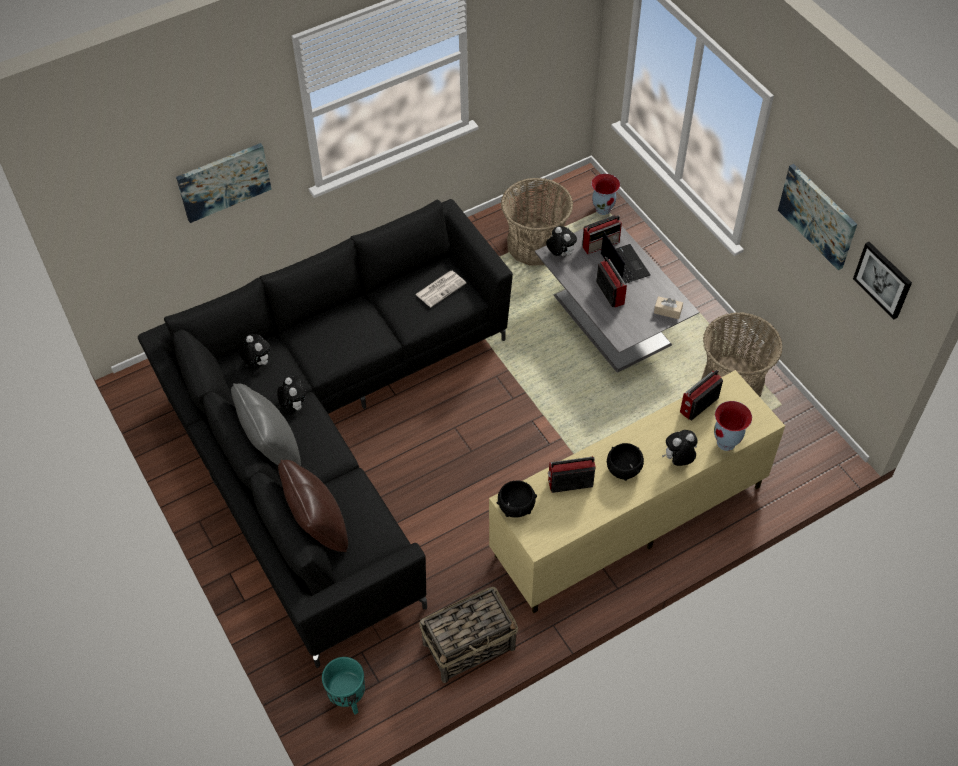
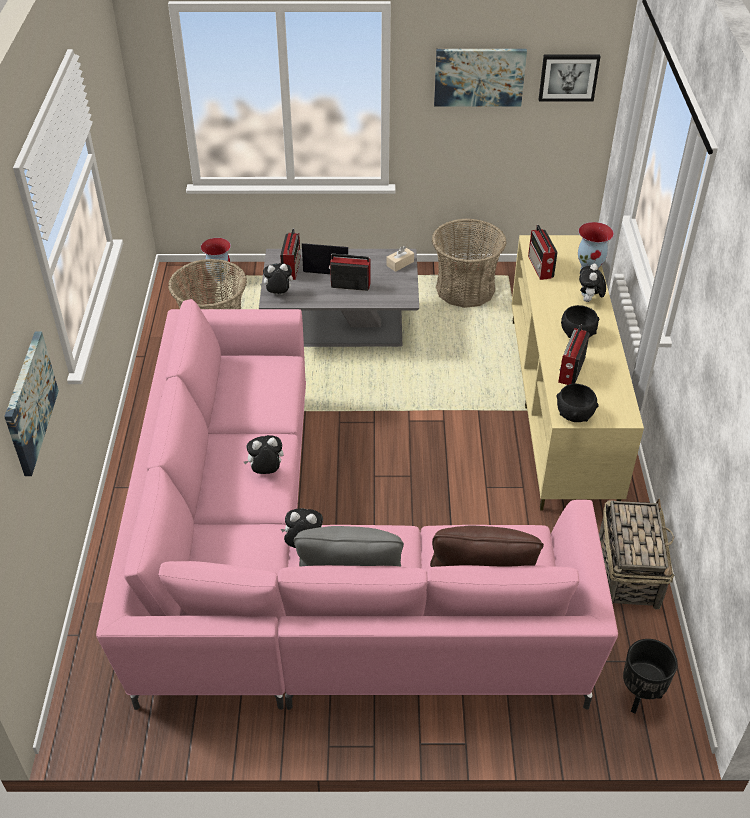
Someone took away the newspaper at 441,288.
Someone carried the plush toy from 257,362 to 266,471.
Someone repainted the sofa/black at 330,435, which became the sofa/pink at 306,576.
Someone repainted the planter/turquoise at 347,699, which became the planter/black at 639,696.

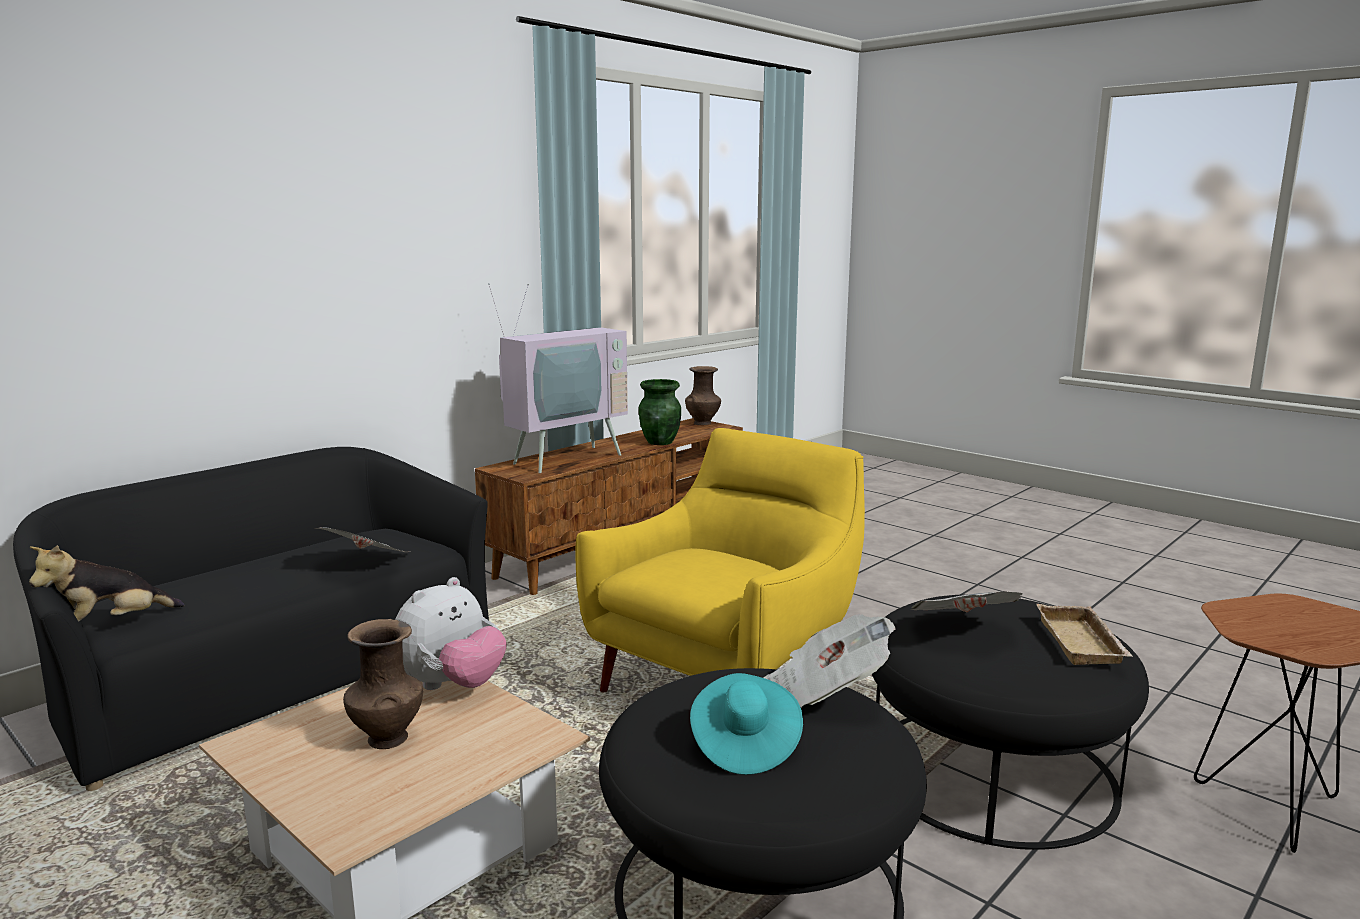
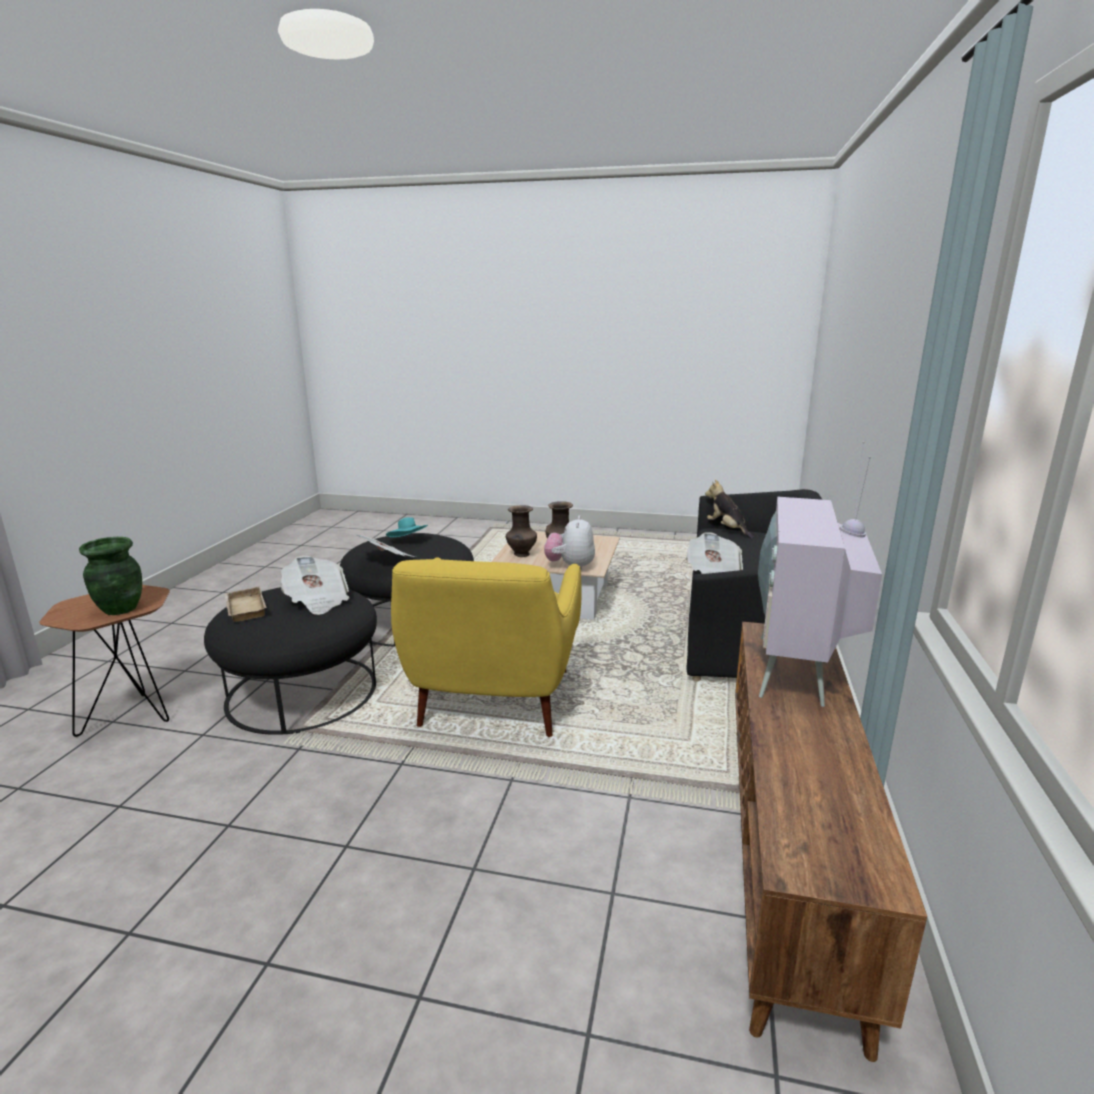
Someone carried the vase/green from 660,442 to 119,609.
Someone carried the vase/brown from 703,423 to 521,555.
Someone rotated the plush toy at 110,626 by 45 degrees counterclockwise.

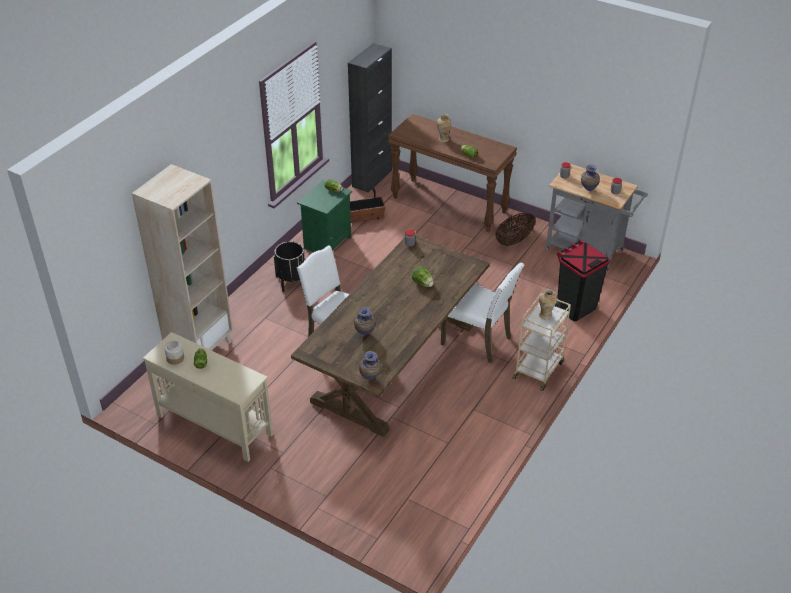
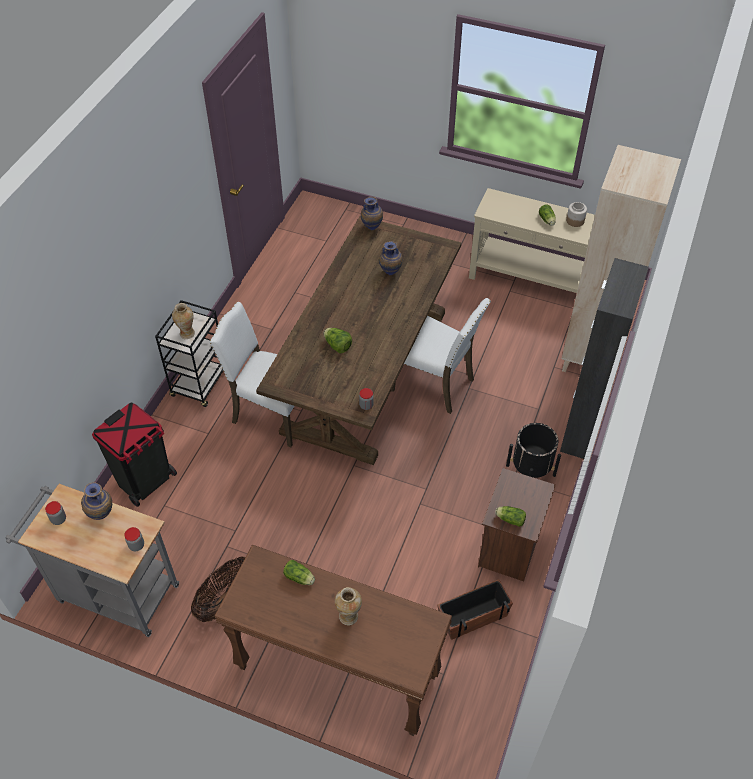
Someone carried the cabinet/black from 372,178 to 582,431.
Someone repainted the nightstand/green at 326,243, which became the nightstand/brown at 510,550.
Someone repainted the cart/beige at 538,369, which became the cart/black at 200,384.

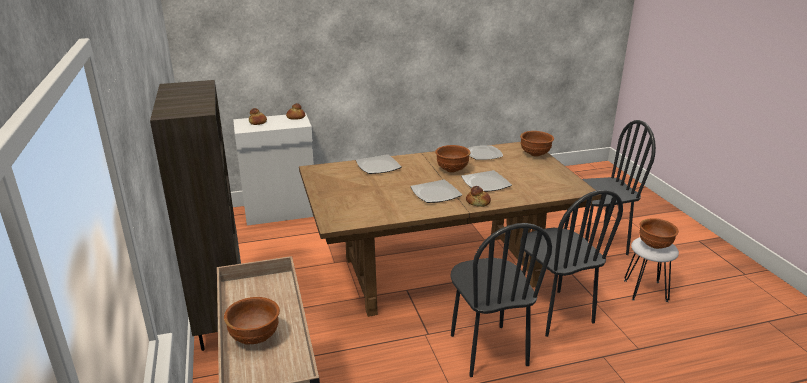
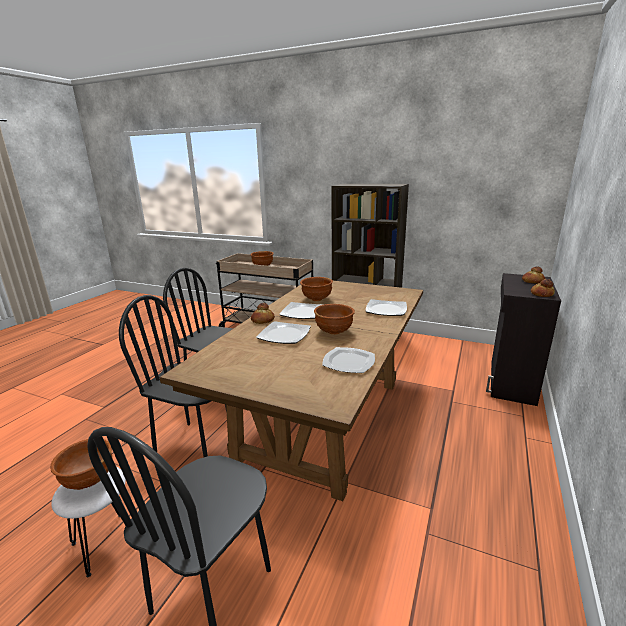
Someone carried the bowl/brown from 535,154 to 316,299.
Someone repainted the cabinet/white at 281,212, which became the cabinet/black at 510,382.

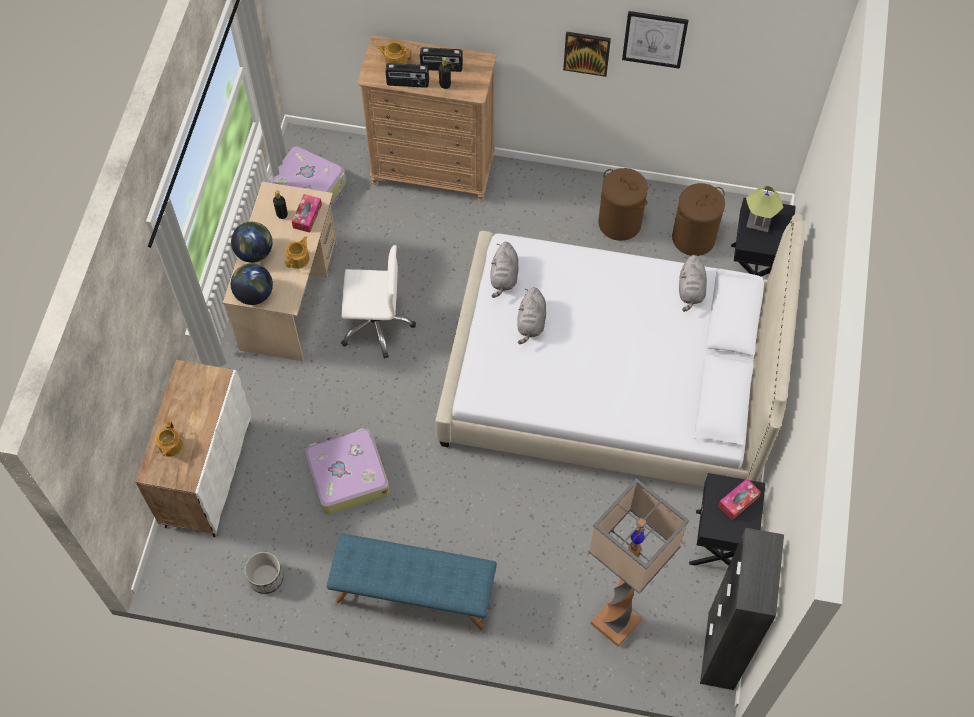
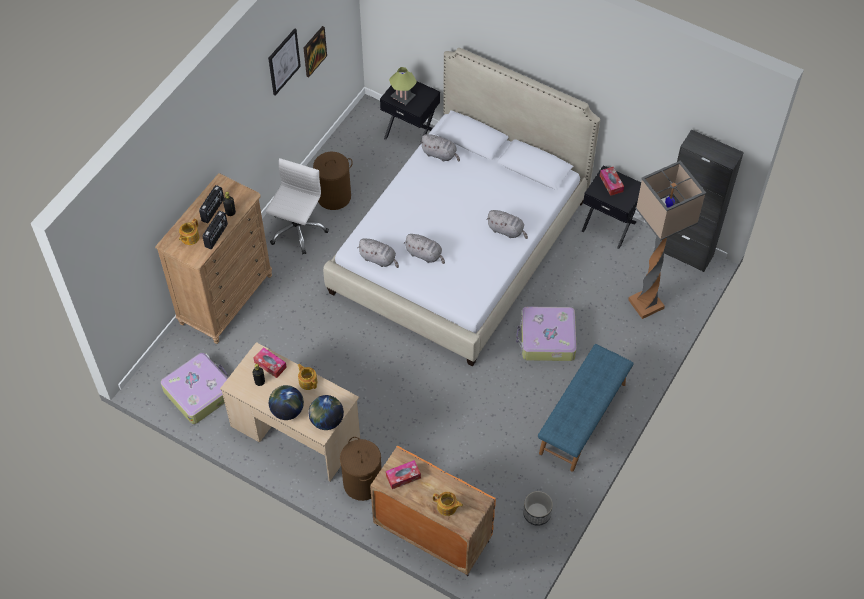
Someone put down the tissue box at 403,477.
Someone put down the plush toy/grey at 506,230.
Someone carried the suitcase from 347,476 to 546,339.
Someone carried the office chair/white from 376,325 to 297,230.
Someone carried the picture from 586,53 to 314,51.
Someone carried the laundry basket/brown from 693,238 to 362,483.
Someone repainted the cabinet/white at 207,473, which became the cabinet/orange at 431,533.

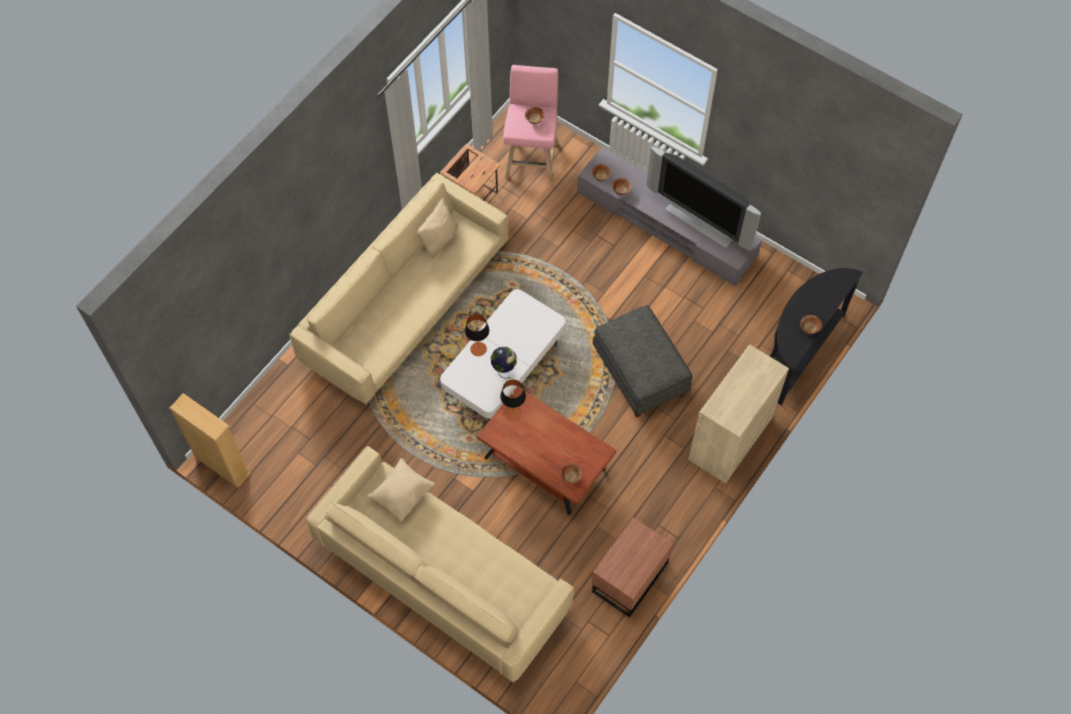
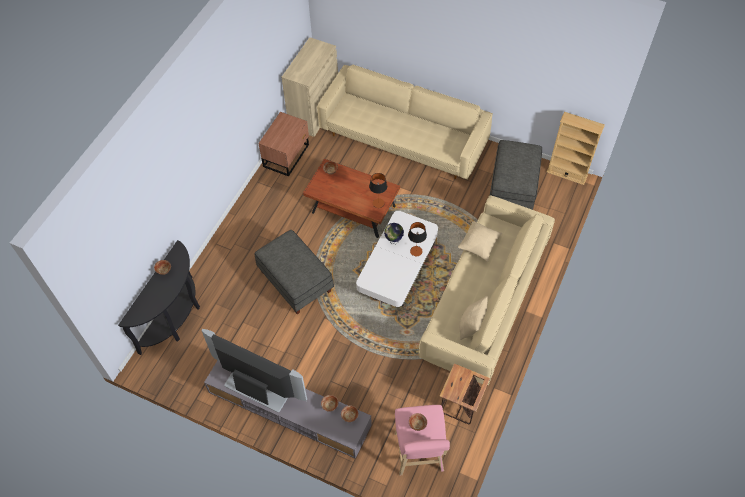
Someone put down the ottoman/grey at 513,187.
Someone carried the pillow/beige from 402,495 to 479,246.
Someone carried the cabinet/beige from 730,438 to 314,112.

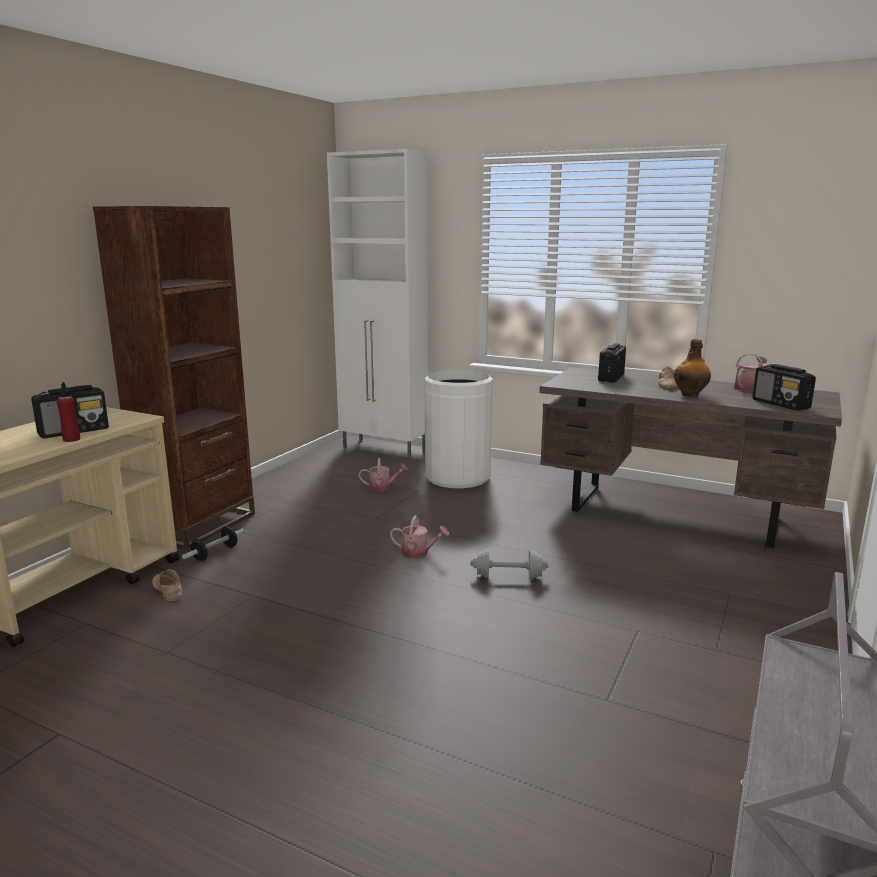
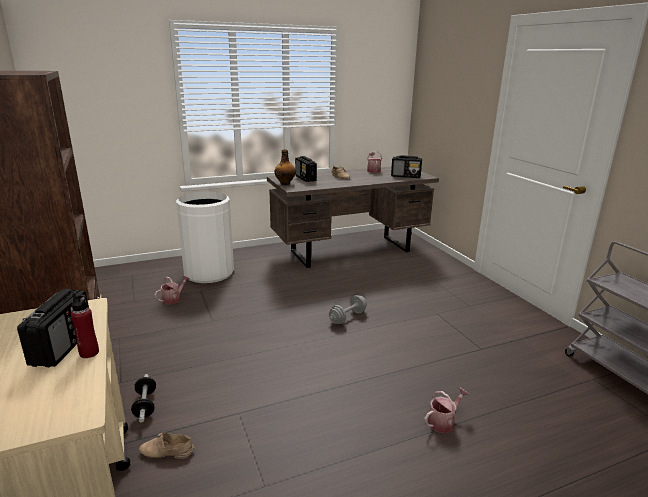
Someone took away the cabinet/white at 385,449.
Someone carried the watering can from 419,552 to 443,422.
Someone carried the bottle from 690,394 to 285,183.

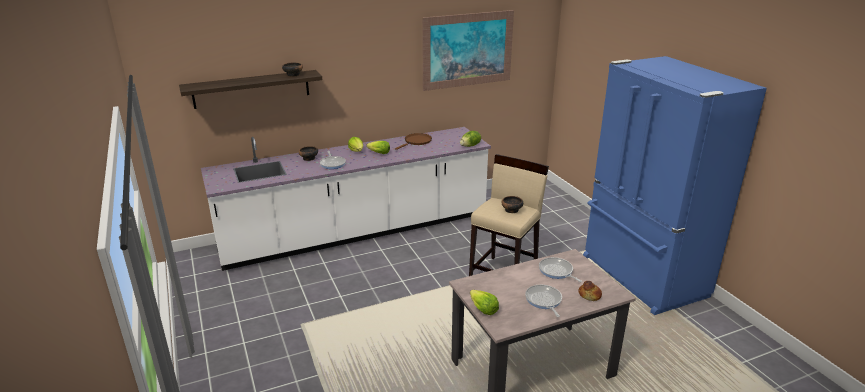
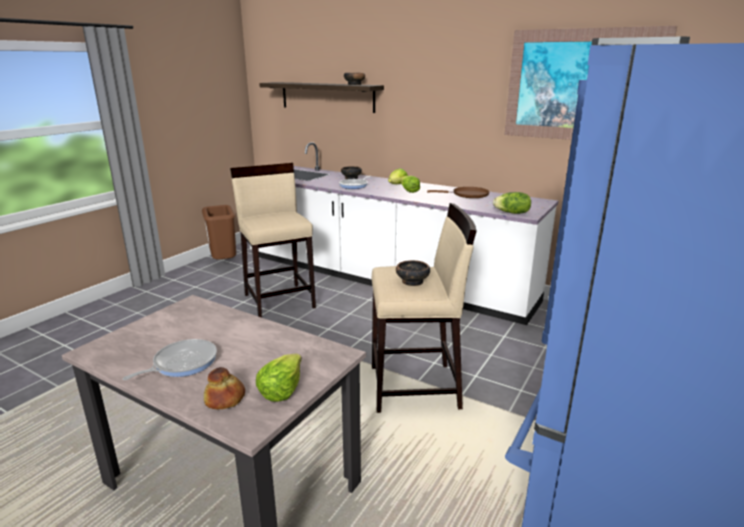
Someone took away the frying pan at 557,271.
Someone put down the trash can/brown at 223,263.
Someone put down the stool/beige at 279,300.
Someone carried the lettuce from 483,309 to 281,389.

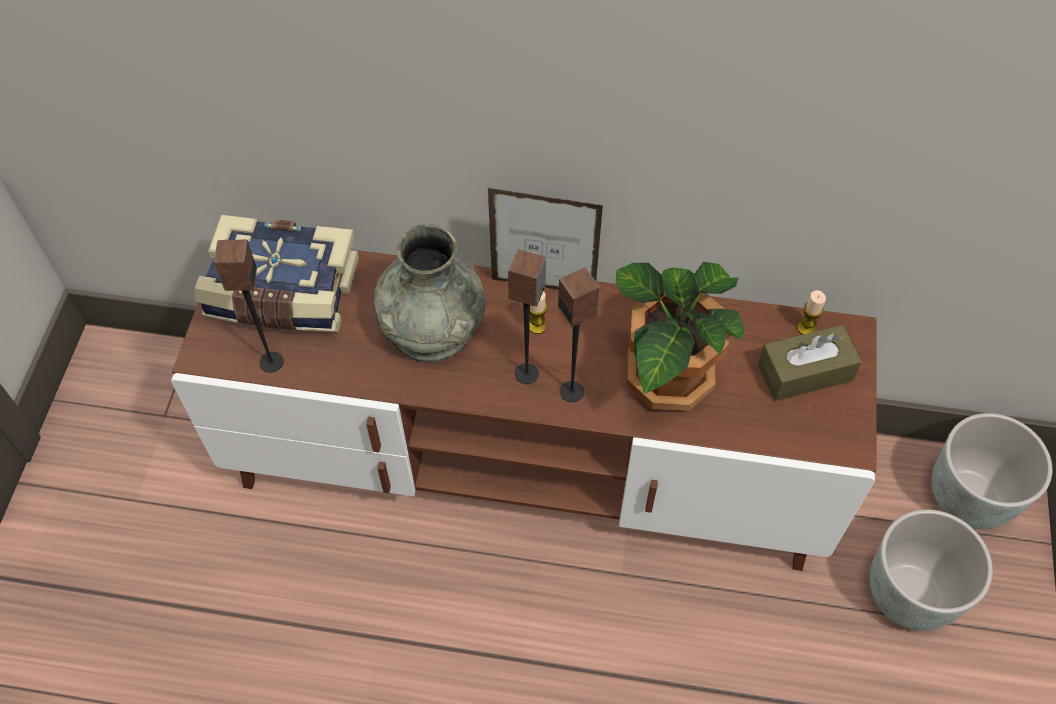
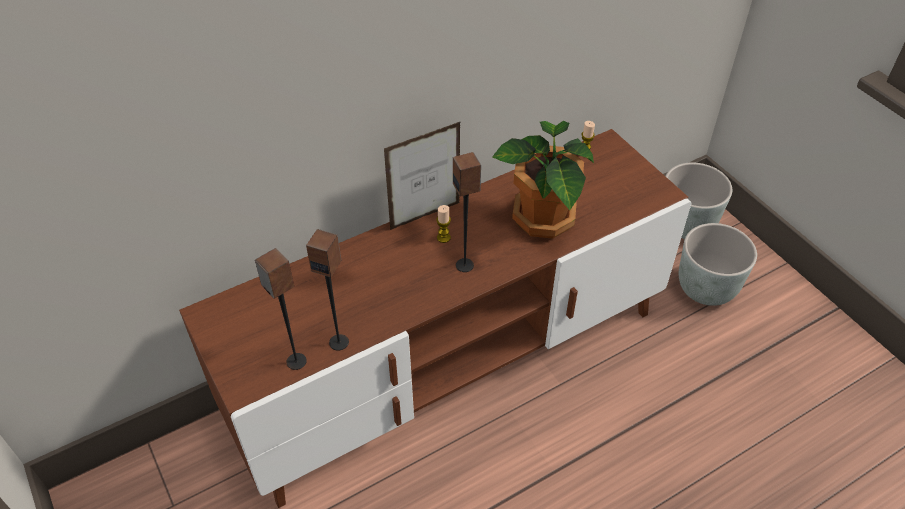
Someone took away the book at 282,294.
Someone took away the vase/grey at 431,325.
Someone took away the tissue box/brown at 804,372.
Someone carried the speaker from 572,391 to 339,342.

